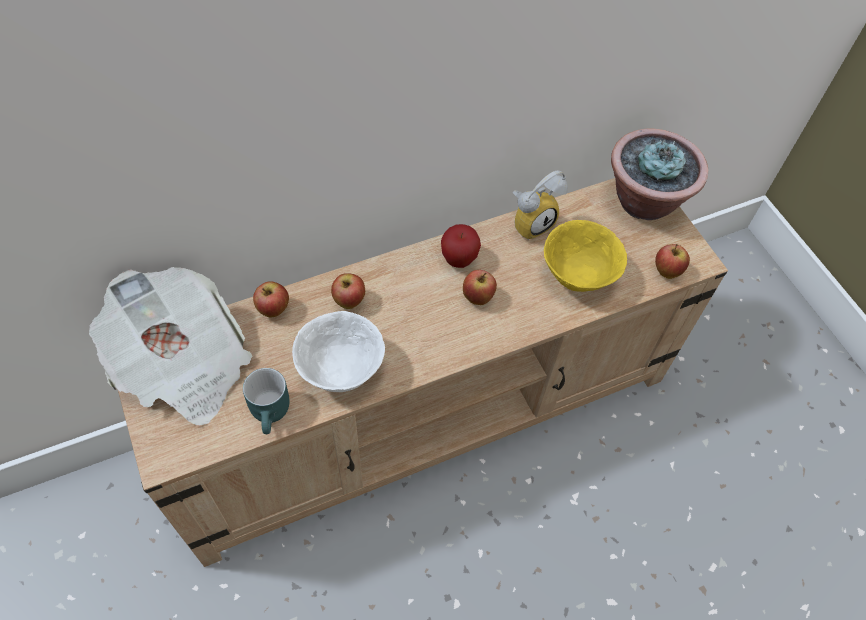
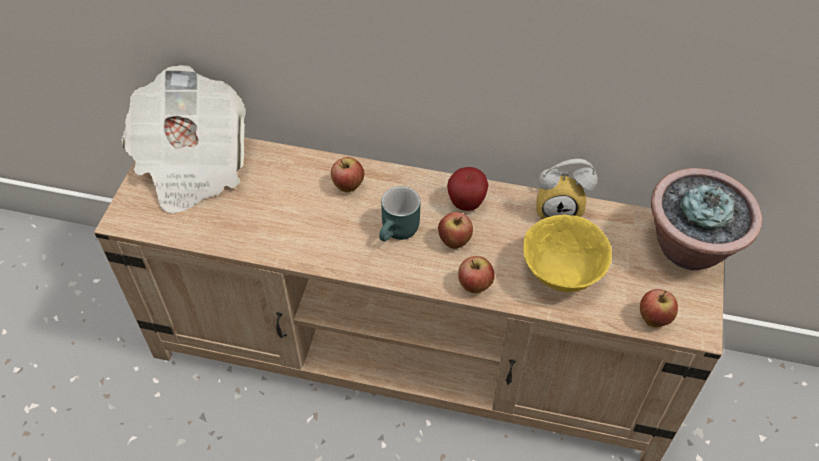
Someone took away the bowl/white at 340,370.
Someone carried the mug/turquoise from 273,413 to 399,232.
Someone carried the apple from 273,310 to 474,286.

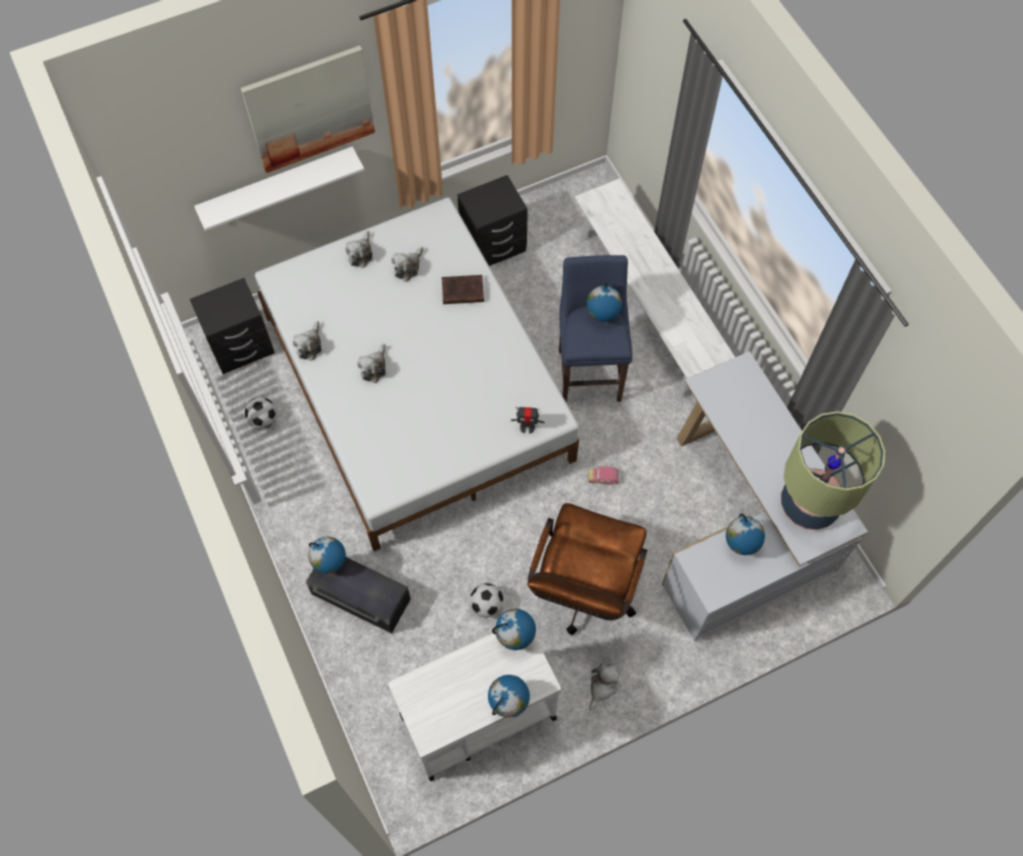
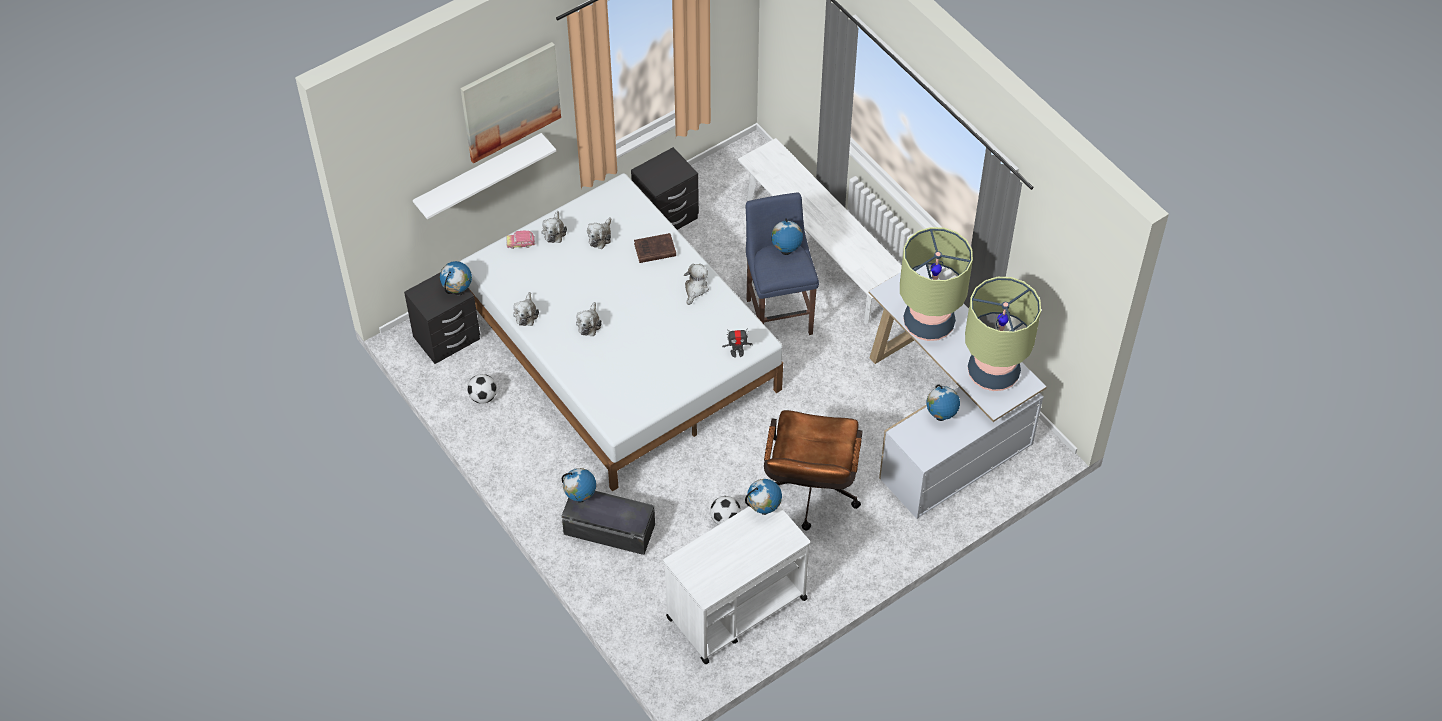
Someone put down the table lamp at 928,323.
Someone carried the globe from 509,703 to 458,291.
Someone carried the toy car from 603,478 to 520,243.
Someone carried the plush toy from 602,687 to 695,289.

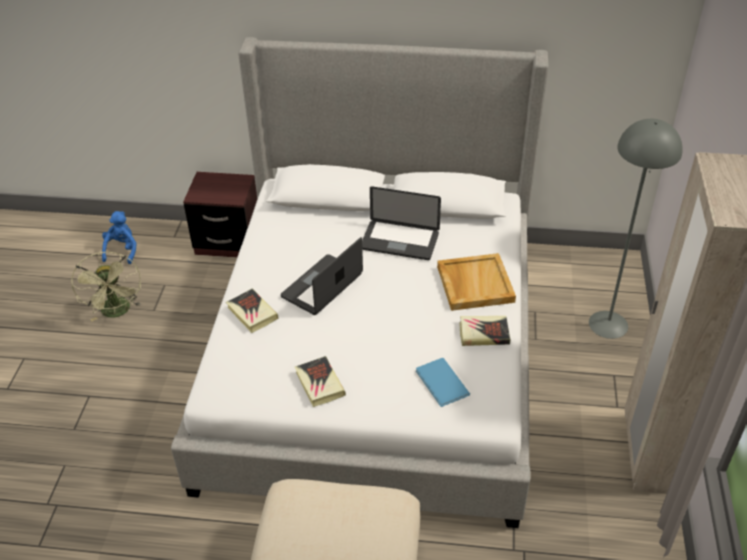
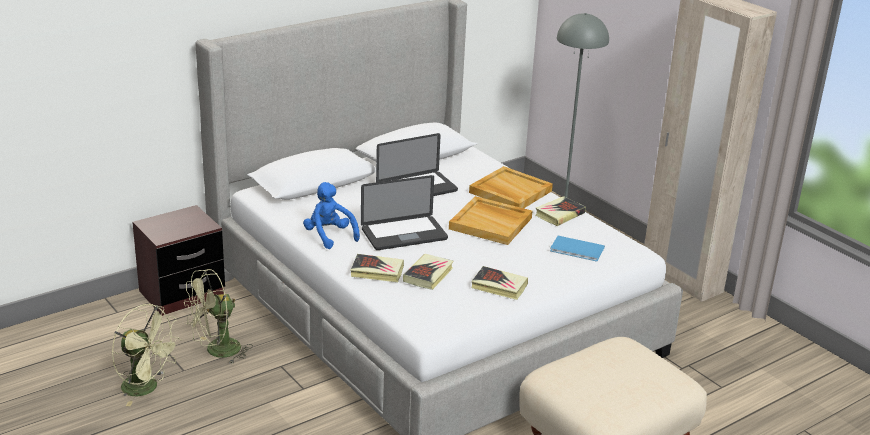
Someone put down the fan/green at 216,351.
Someone put down the book at 428,275.
Someone put down the tray/beige at 491,223.
Someone carried the plush toy/blue from 122,250 to 329,236.
Someone rotated the laptop at 322,286 by 105 degrees counterclockwise.

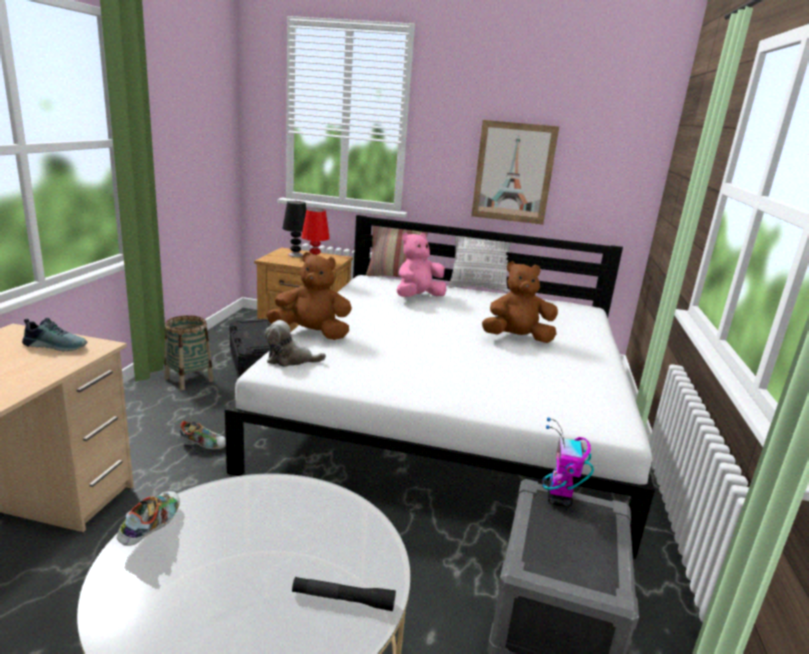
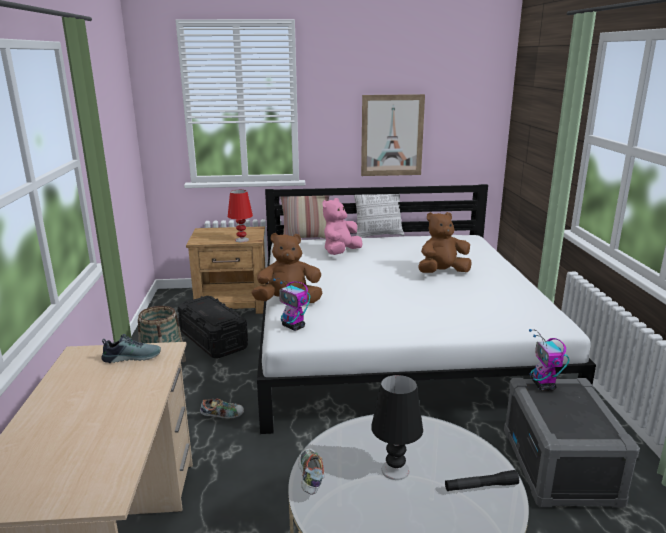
Someone carried the table lamp/black from 295,255 to 395,470.
Someone swapped the plush toy at 290,359 for the toy robot at 294,327.

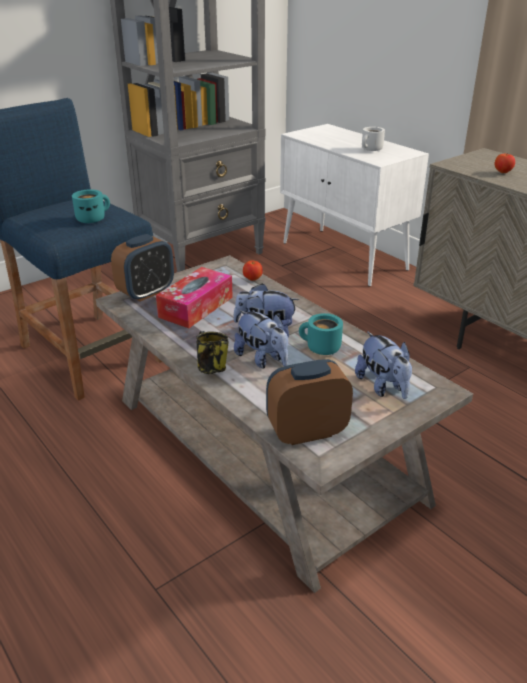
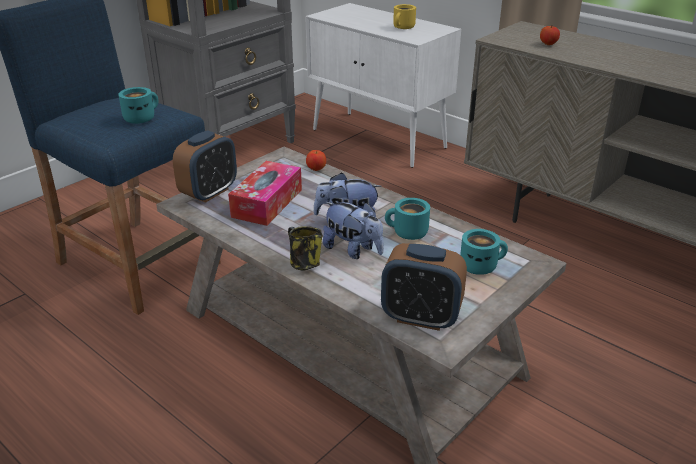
Someone swapped the plush toy at 383,387 for the mug/turquoise at 480,265.
Someone repainted the mug/white at 371,150, which became the mug/yellow at 404,28.
Someone rotated the alarm clock at 307,432 by 135 degrees counterclockwise.

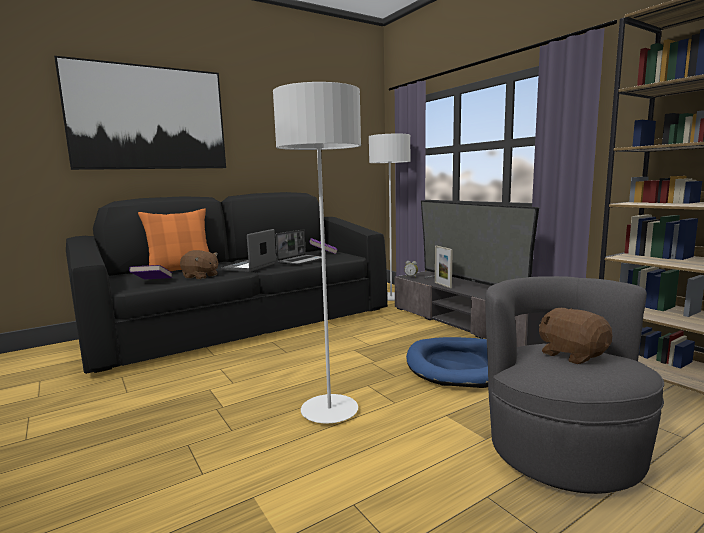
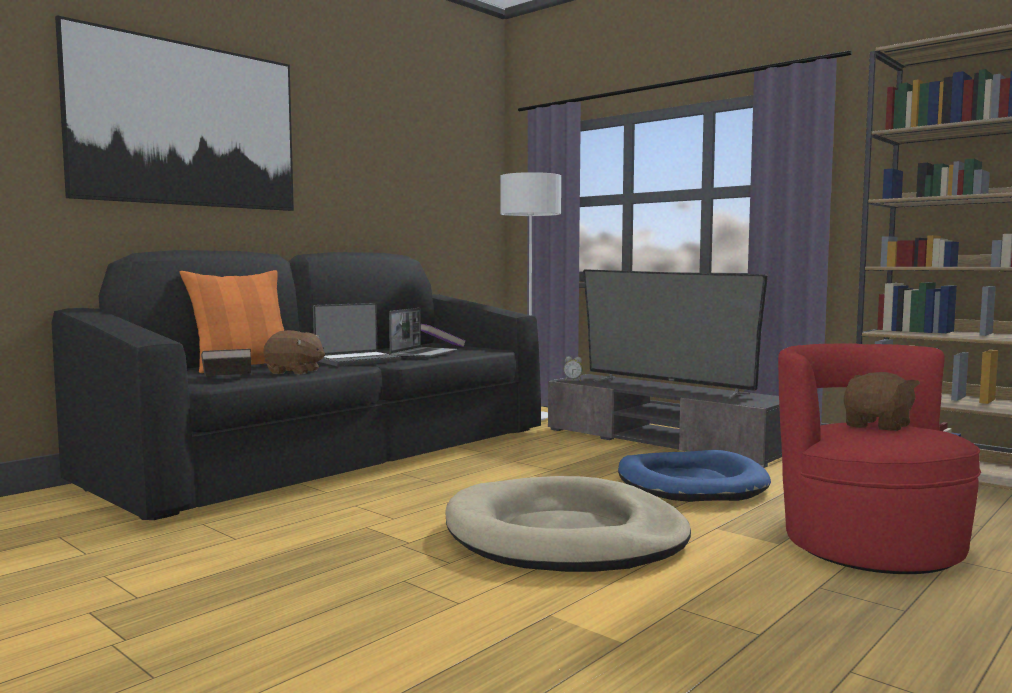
Someone took away the picture frame at 443,285.
Someone swapped the floor lamp/white at 329,411 for the dog bed/beige at 565,535.
Someone repainted the book/purple at 152,282, which became the book/brown at 227,378.
Someone repainted the armchair/grey at 562,450, which became the armchair/red at 869,545.
Someone rotated the laptop at 250,267 by 135 degrees counterclockwise.
Someone rotated the plush toy/brown at 572,355 by 90 degrees clockwise.

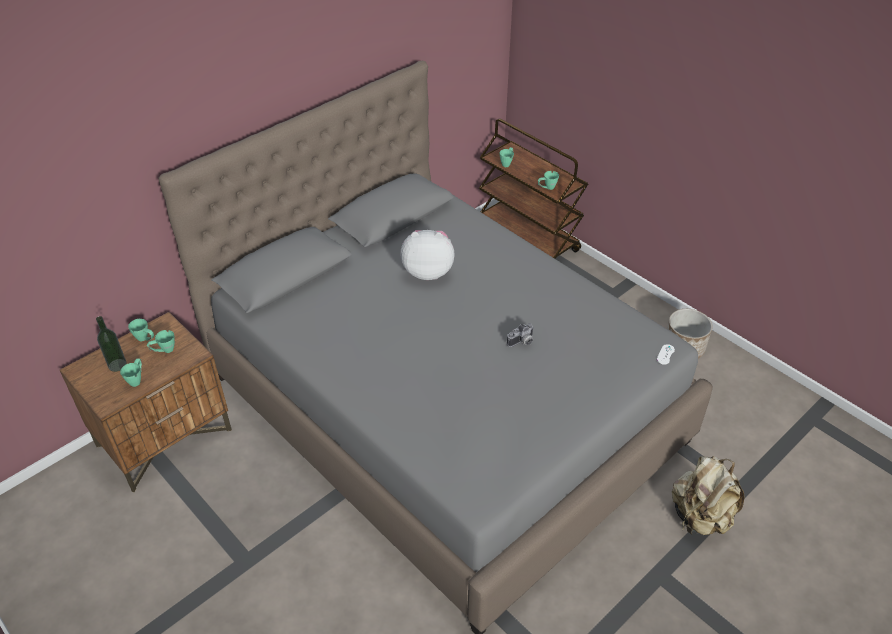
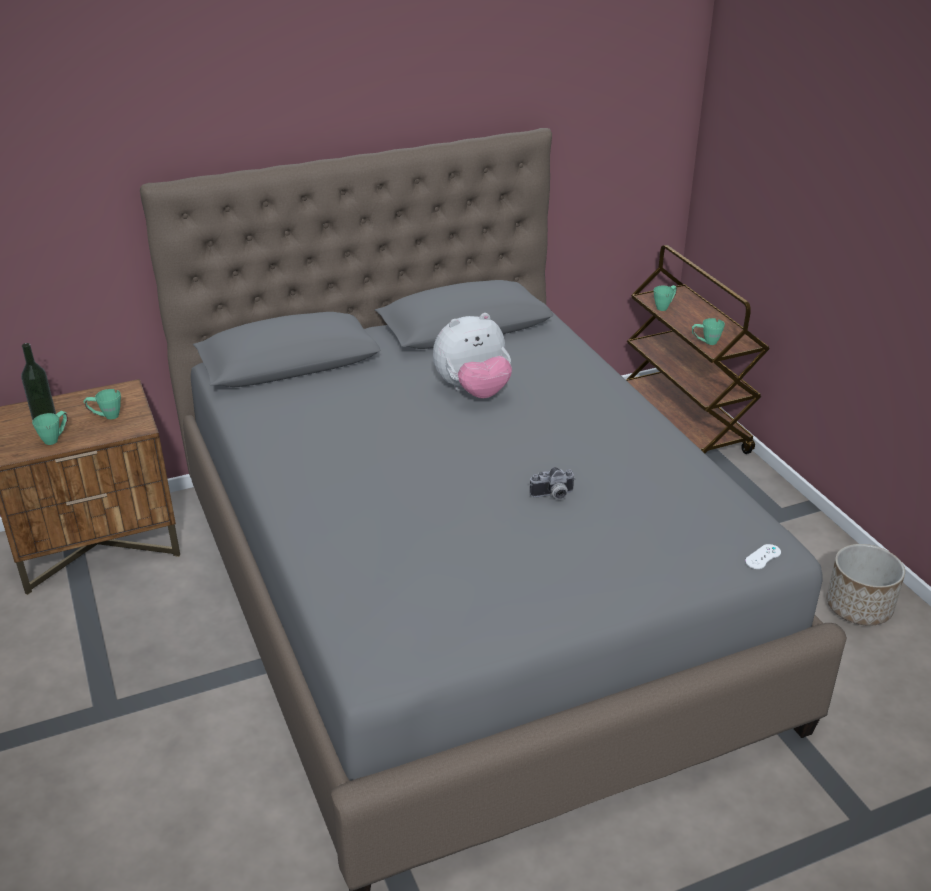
Someone took away the mug/green at 145,339.
Someone took away the backpack/beige at 700,517.
Someone rotated the plush toy at 428,271 by 135 degrees clockwise.

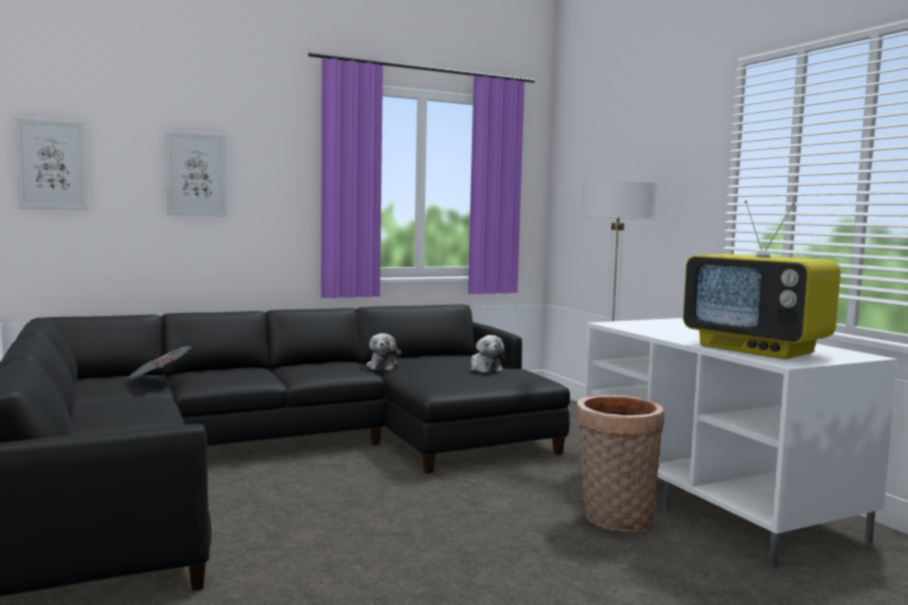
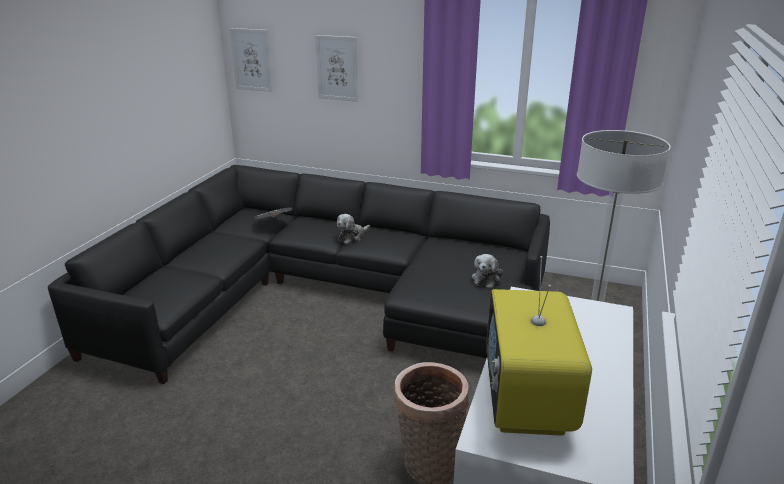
Someone carried the plush toy from 383,366 to 352,237.

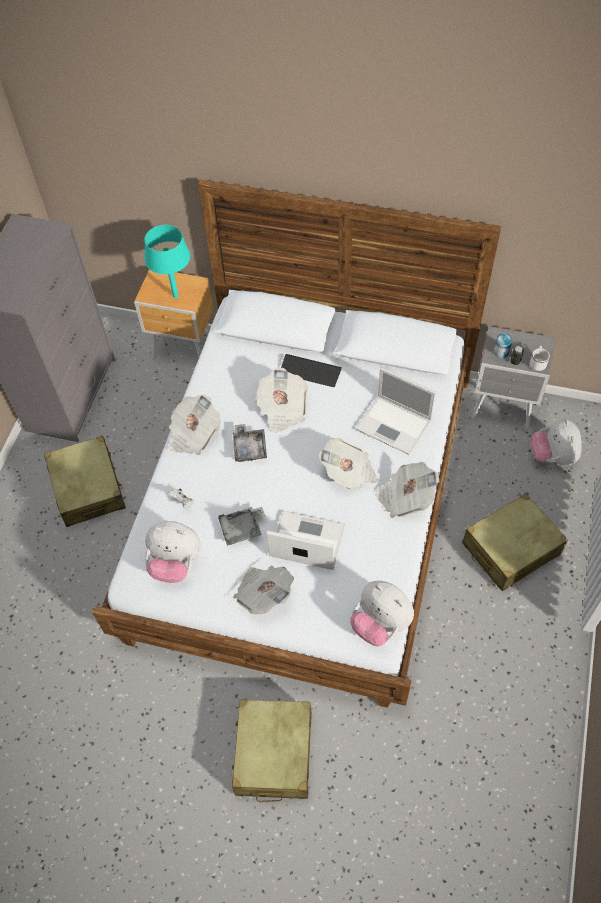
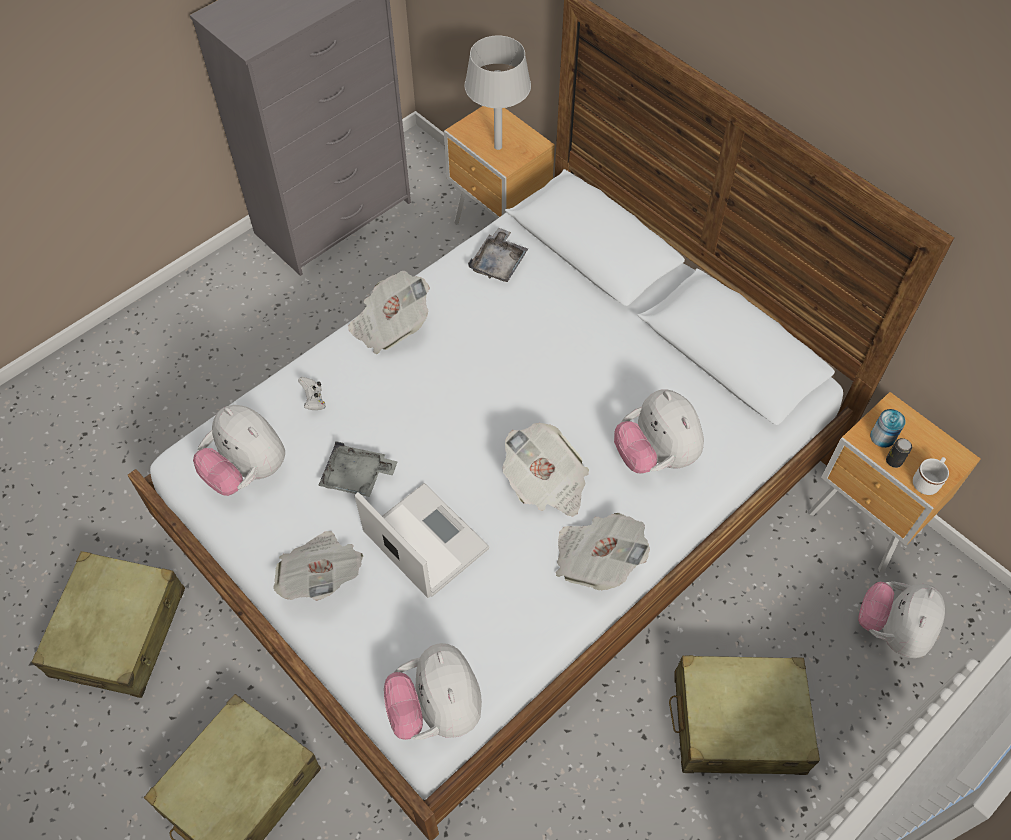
Someone took away the newspaper at 282,409.
Someone took away the keyboard at 310,371.
Someone carried the suitcase/beige from 88,488 to 119,632.
Someone carried the tray/grey from 249,447 to 499,263.
Someone swapped the laptop at 395,425 for the plush toy at 655,455.
Someone repainted the table lamp/turquoise at 175,295, which became the table lamp/grey at 498,146.
Someone repainted the nightstand/grey at 504,409, which became the nightstand/brown at 864,525.

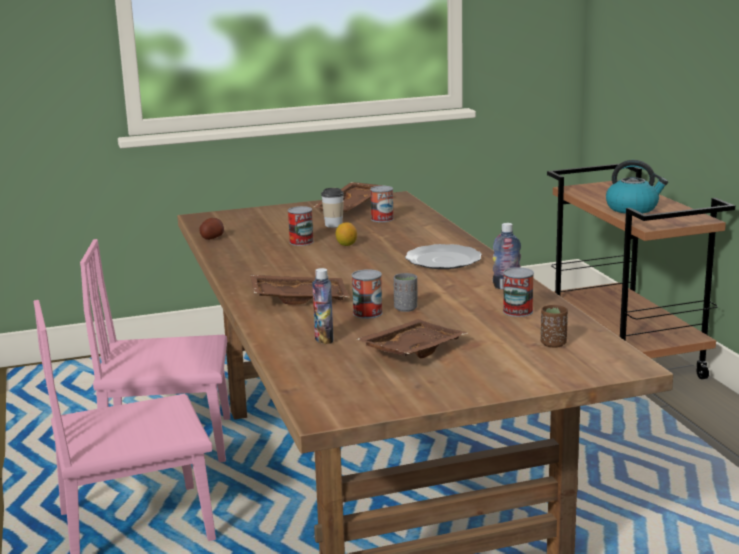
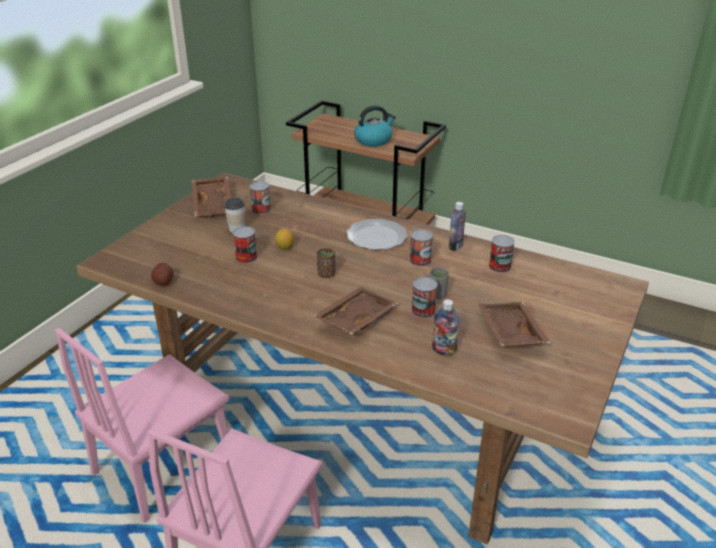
Someone put down the can at 420,260.
Someone carried the cup/brown from 553,344 to 326,274.

